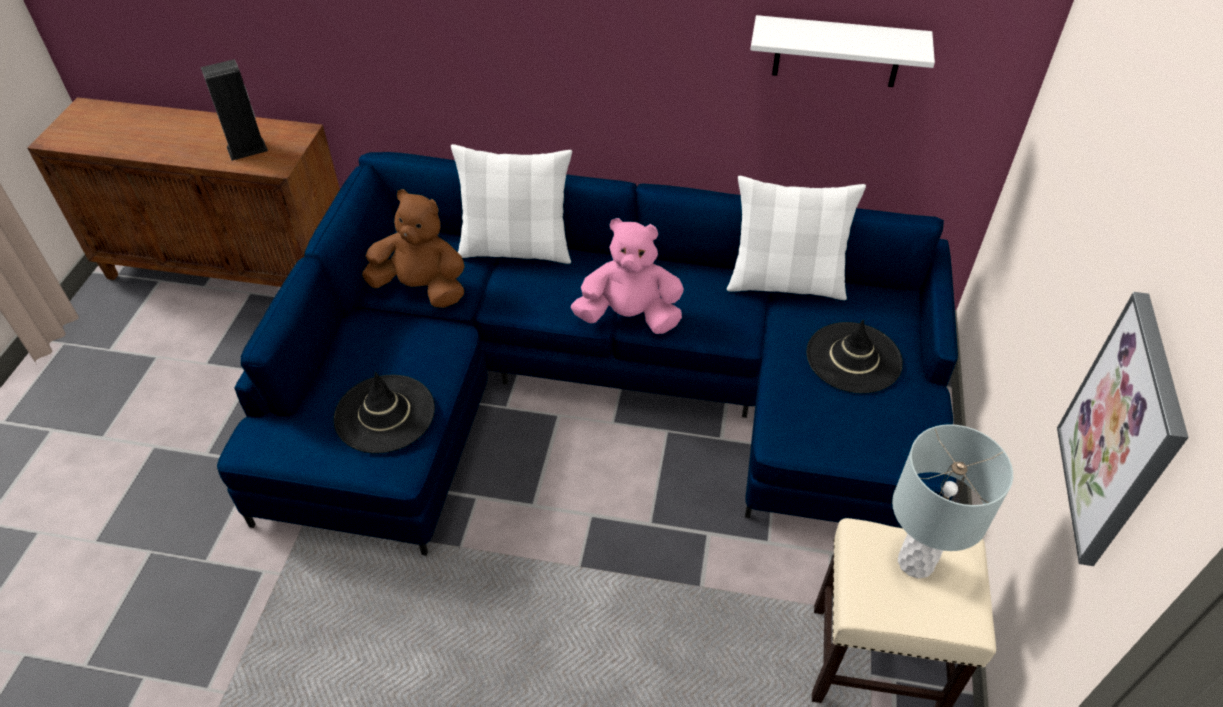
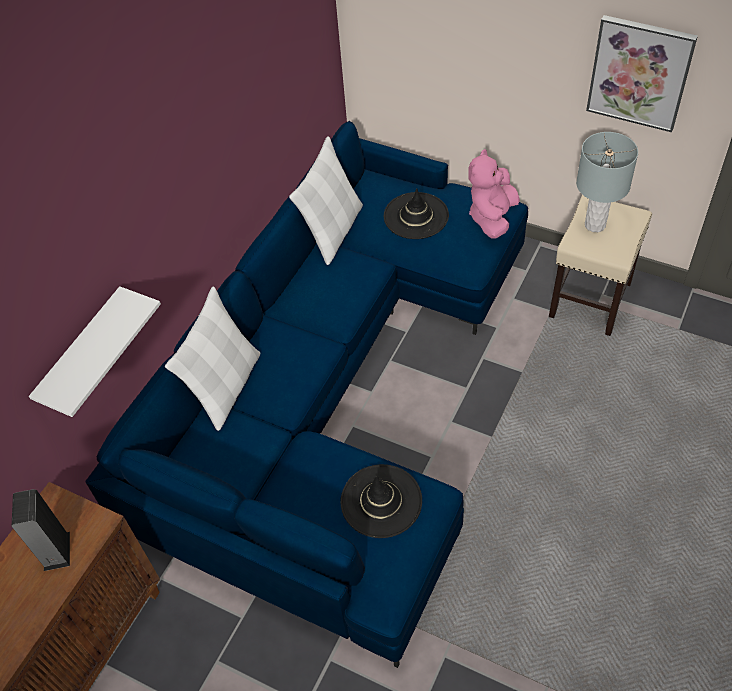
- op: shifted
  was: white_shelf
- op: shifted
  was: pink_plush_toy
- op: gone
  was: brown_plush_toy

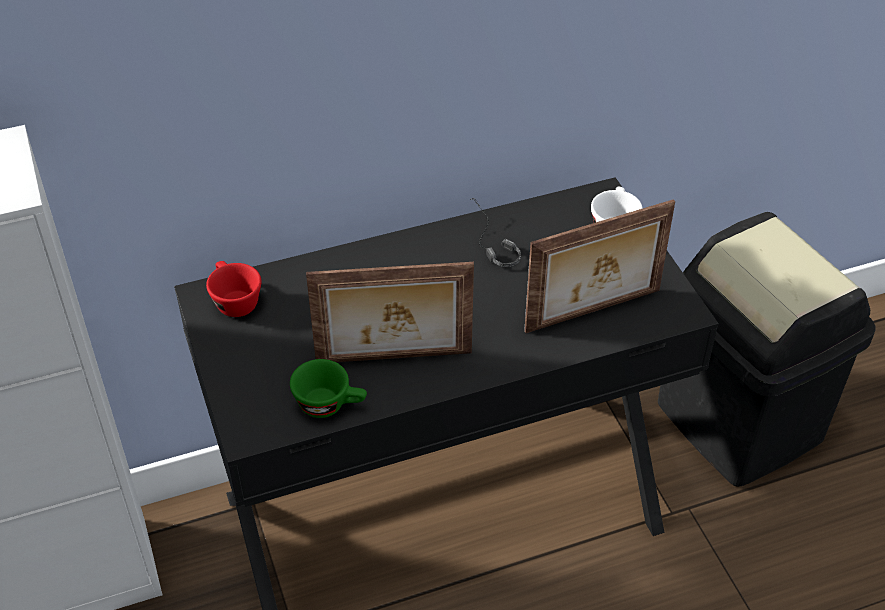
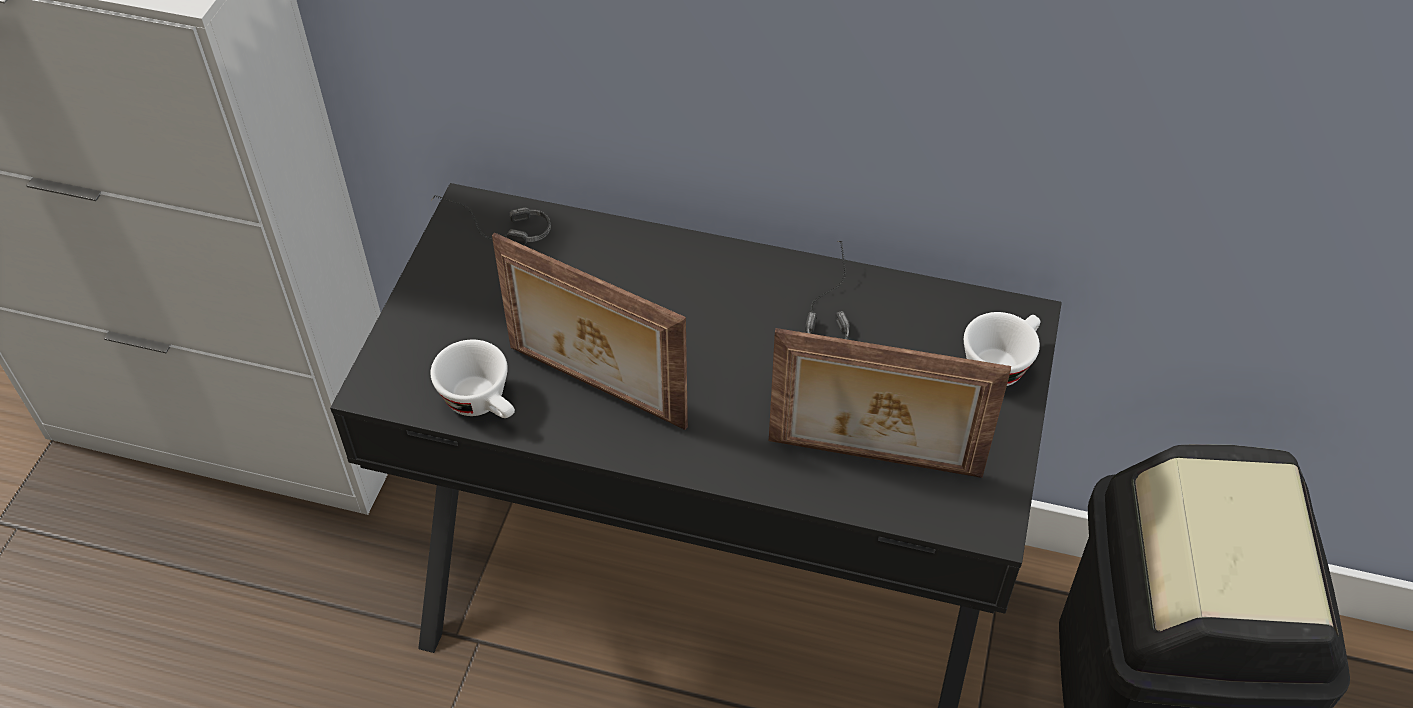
- op: swapped
  was: red_cup
  now: headphones (no. 1 from left)
- op: repainted
  was: green_cup
  now: white_cup (no. 1 from left)

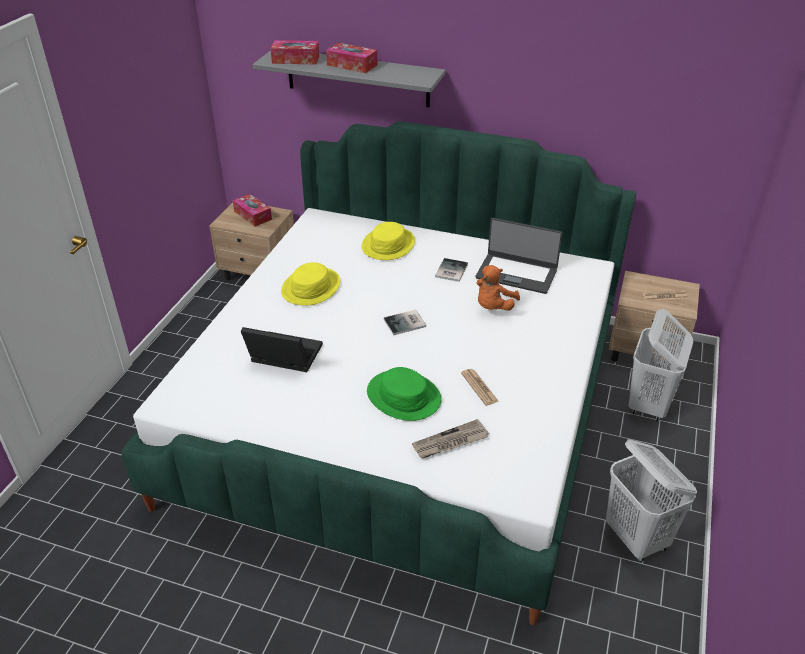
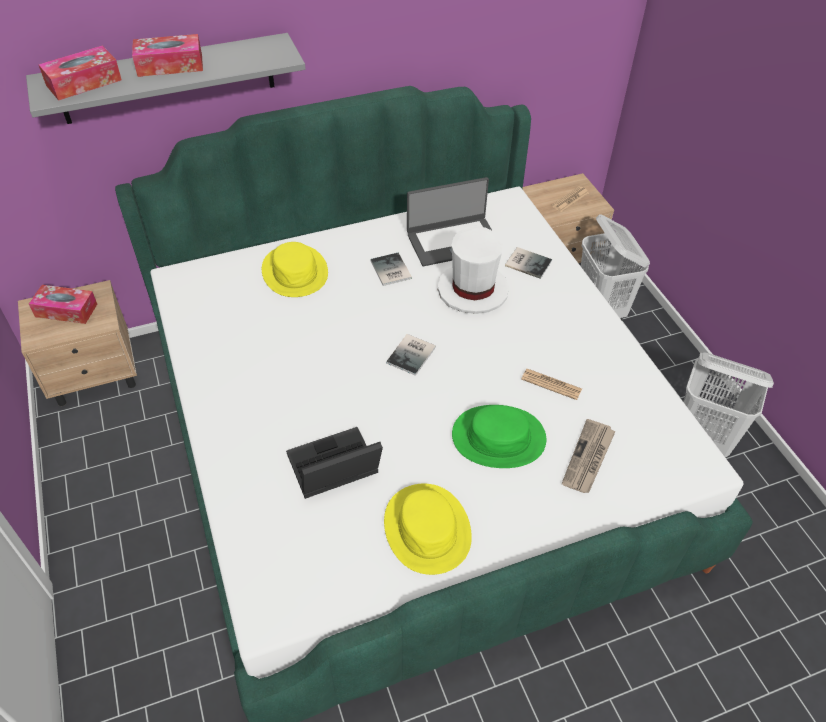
- op: shifted
  was: yellow_hat (no. 1 from left in the first image)
  now: yellow_hat (no. 2 from left)
- op: swapped
  was: orange_plush_toy
  now: white_hat
- op: new
  now: book (no. 3 from left)

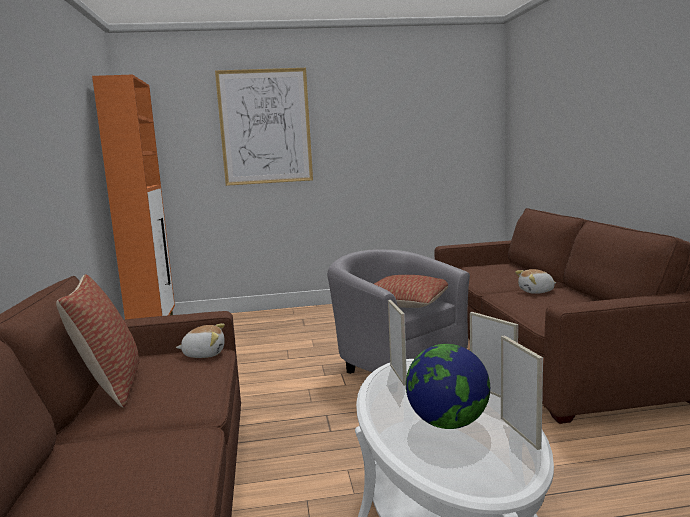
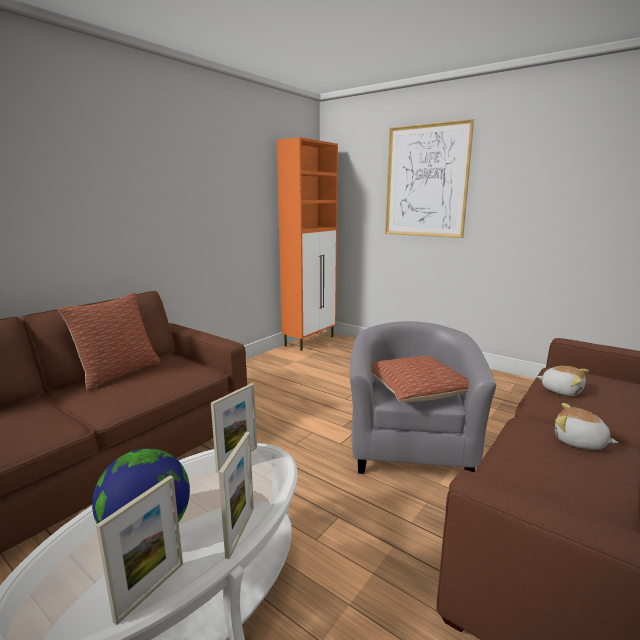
- op: shifted
  was: plush_toy (no. 1 from left)

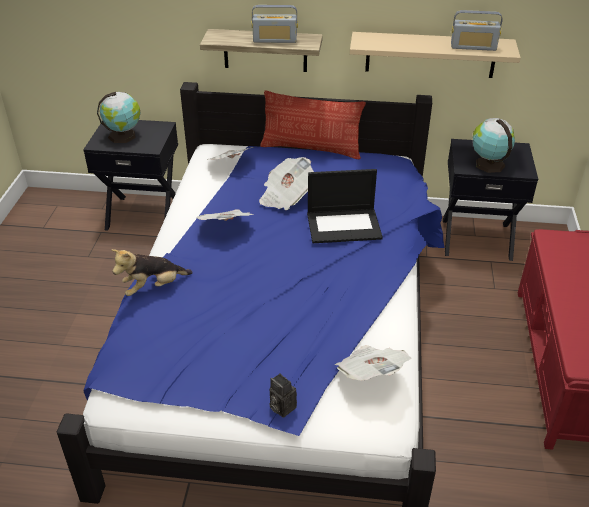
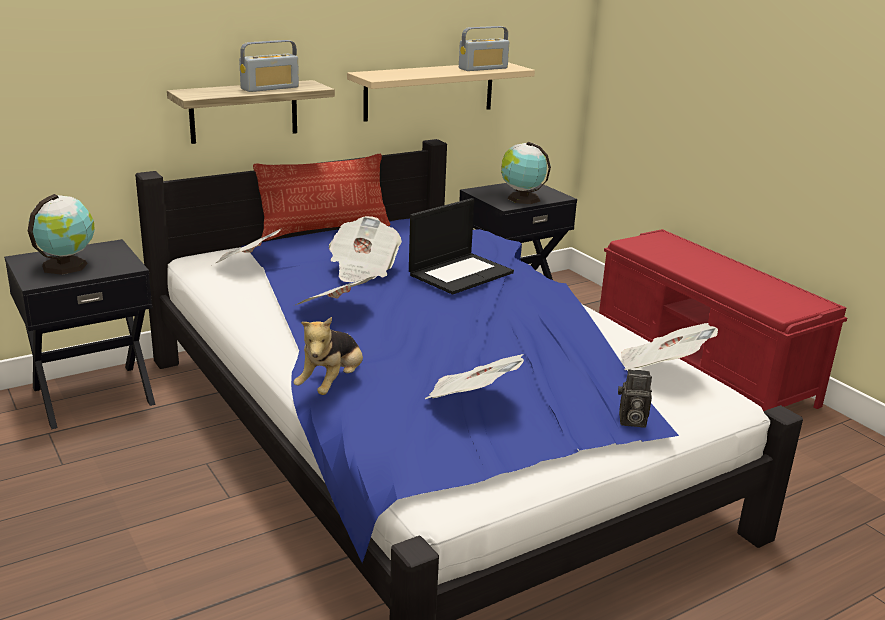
- op: new
  now: newspaper (no. 4 from left)

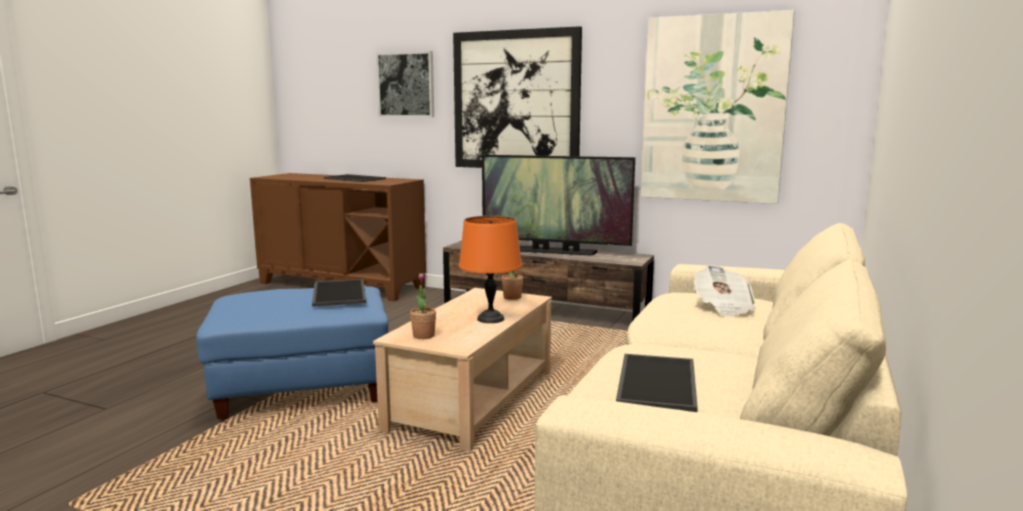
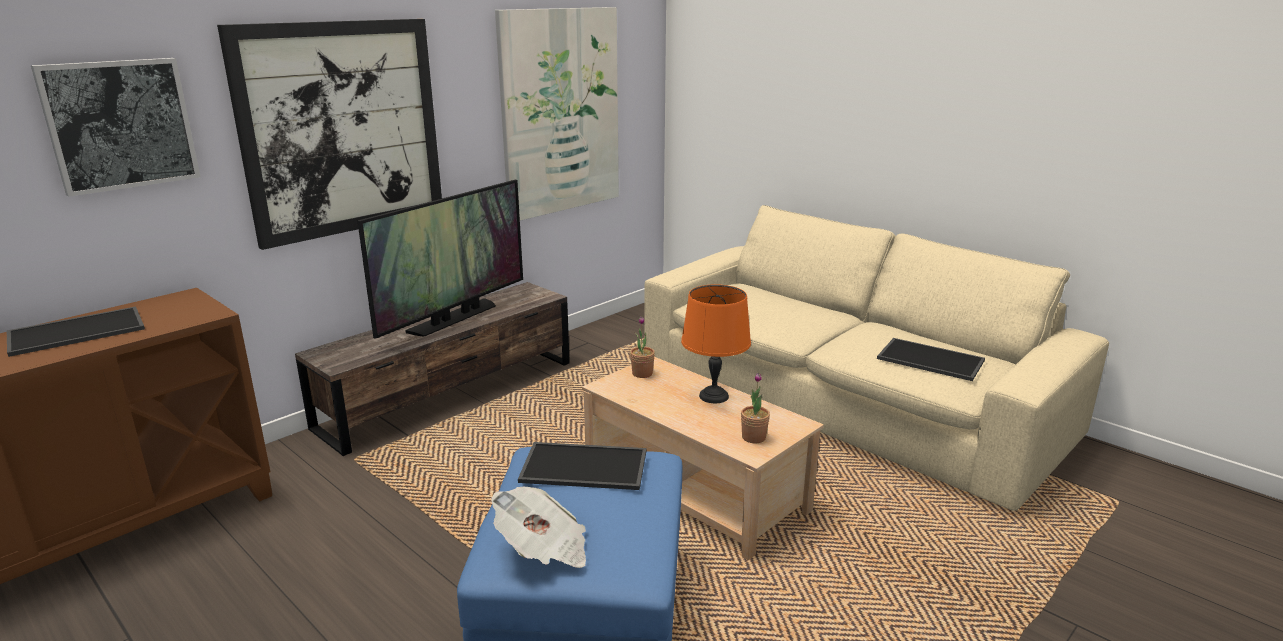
- op: shifted
  was: newspaper

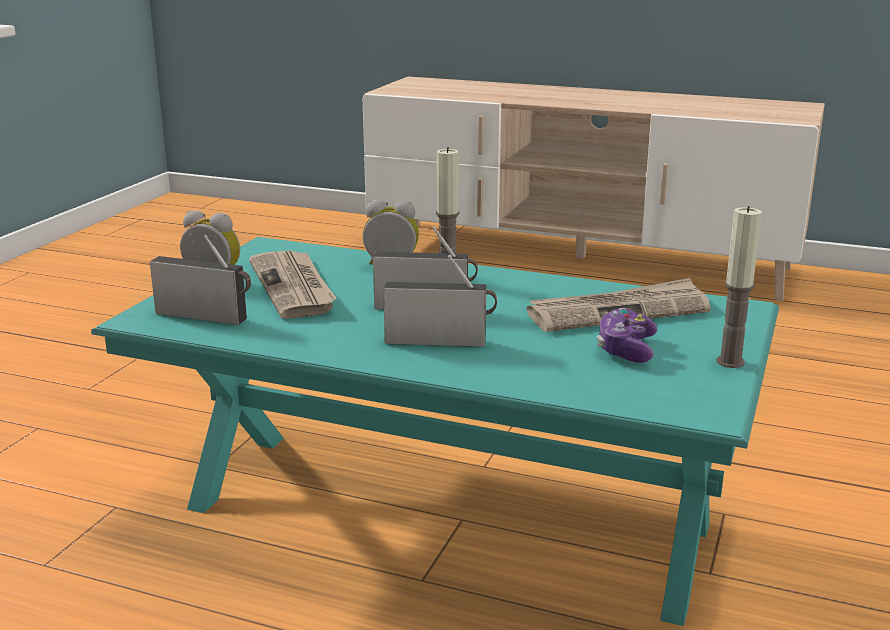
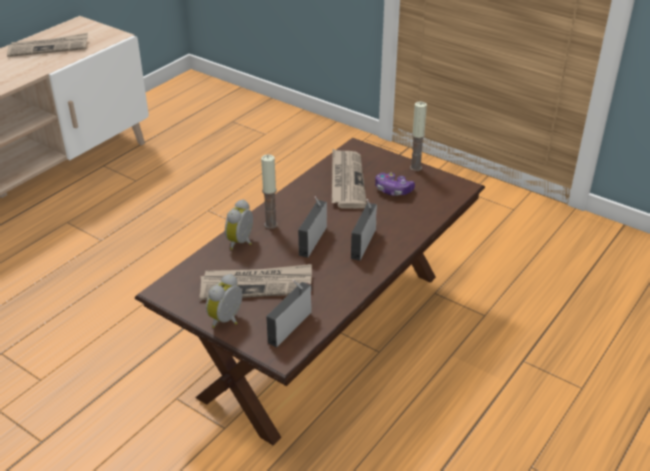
- op: new
  now: newspaper (no. 1 from left)
- op: repainted
  was: turquoise_coffee_table
  now: brown_coffee_table

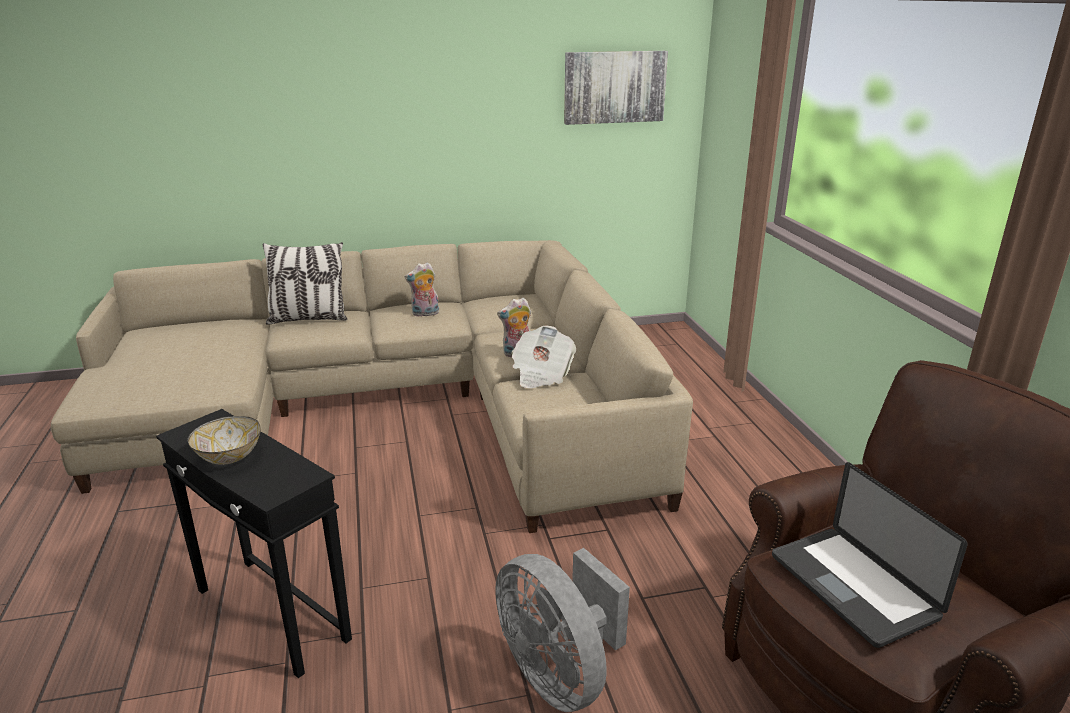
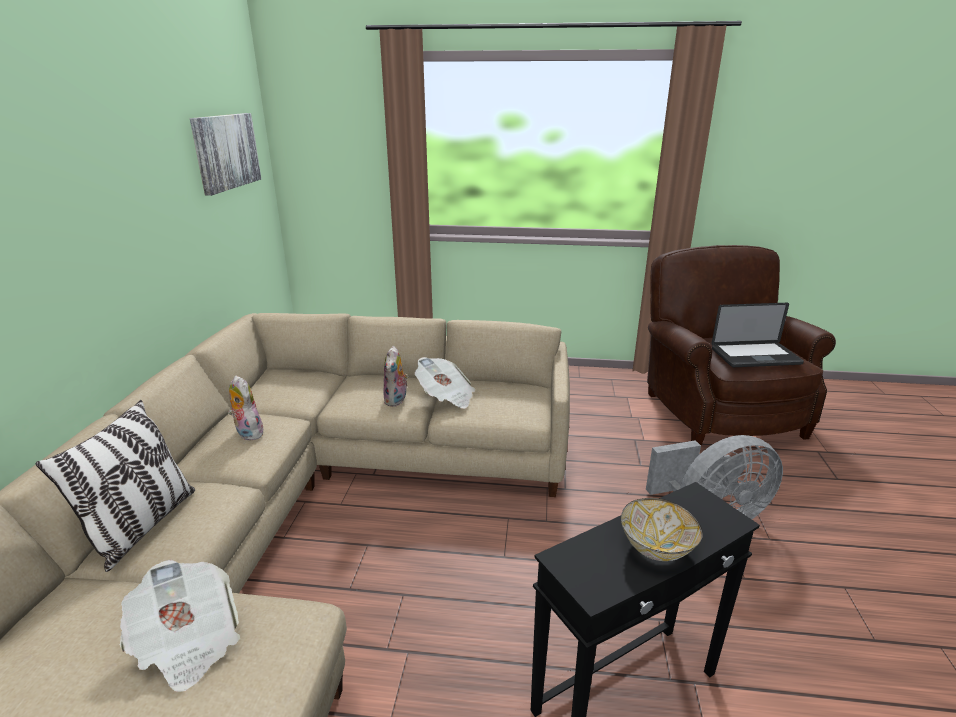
- op: new
  now: newspaper (no. 1 from left)
- op: rotated
  was: plush_toy (no. 1 from left)
  clockwise: 135

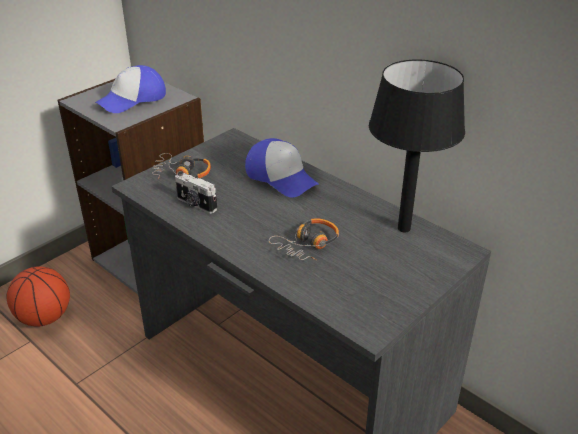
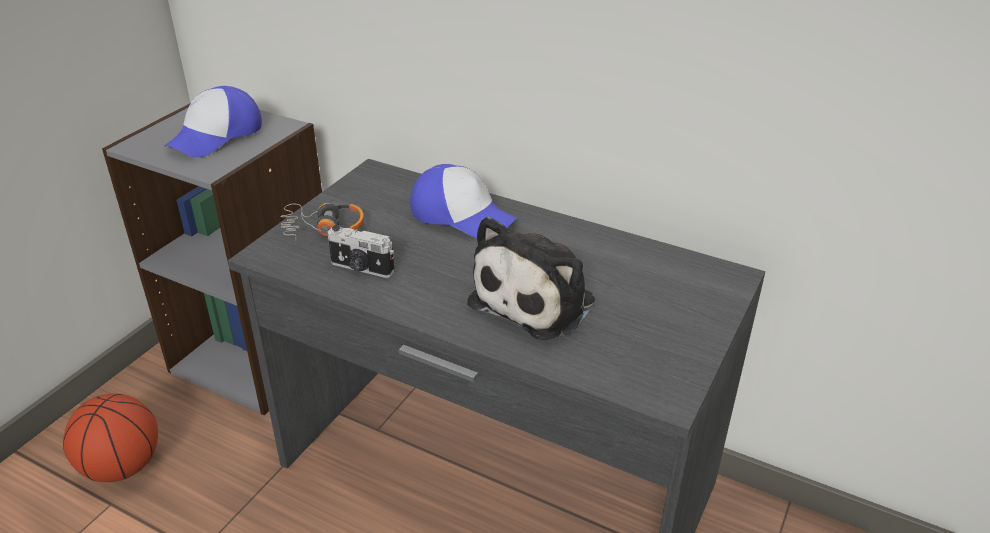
- op: swapped
  was: headphones (no. 2 from left)
  now: plush_toy
- op: gone
  was: black_table_lamp

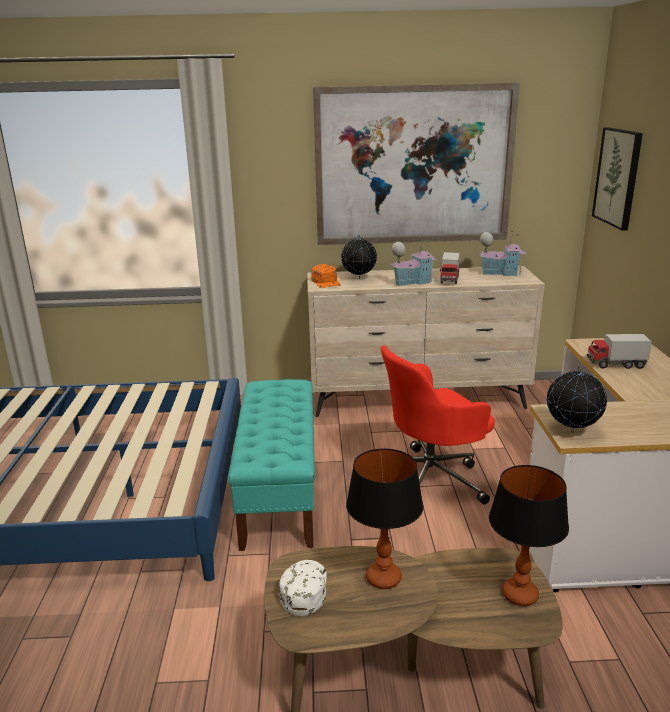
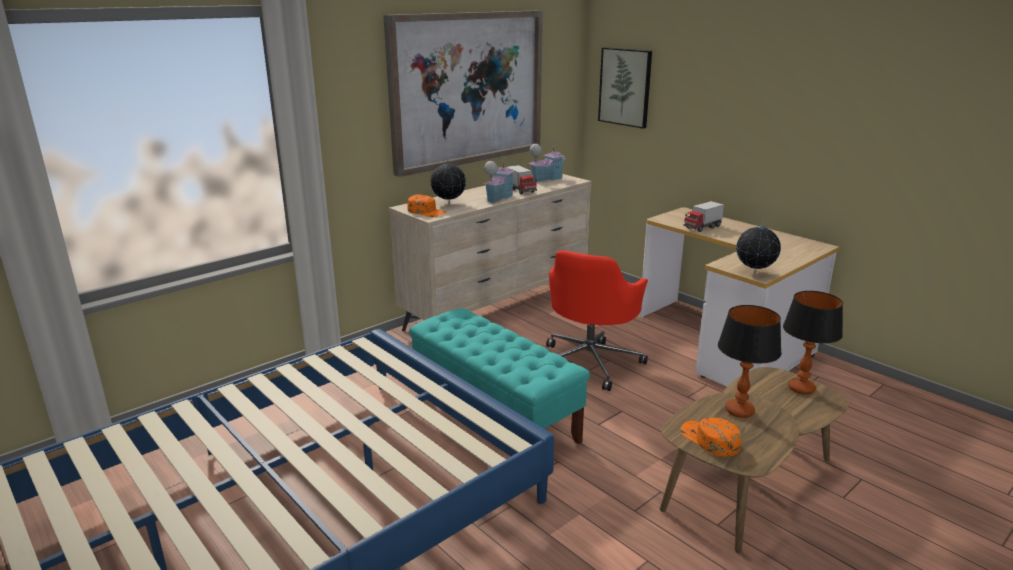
- op: repainted
  was: white_cap
  now: orange_cap (no. 2 from left)

